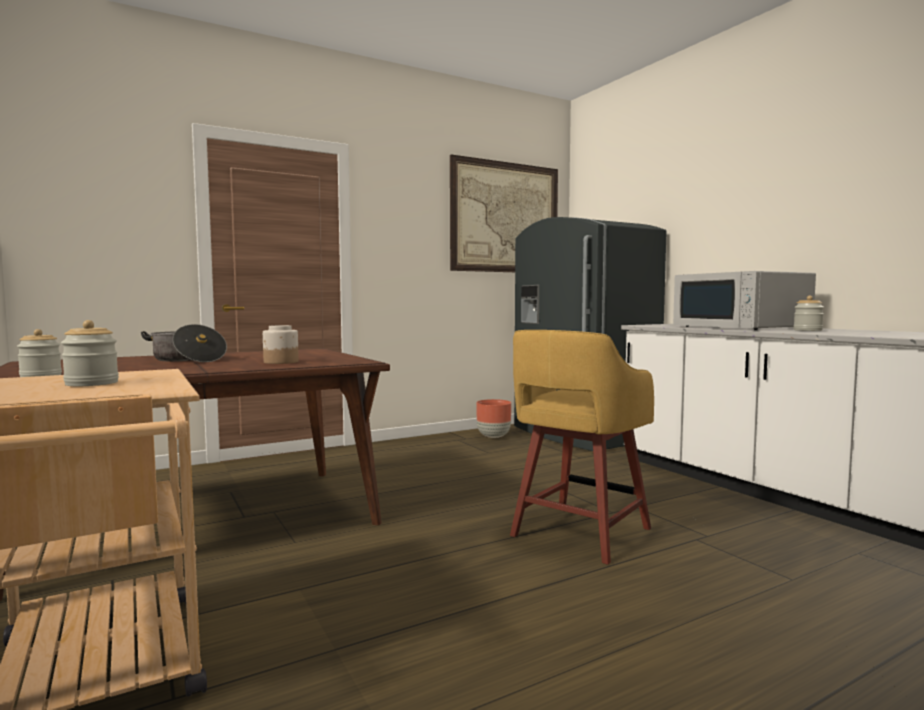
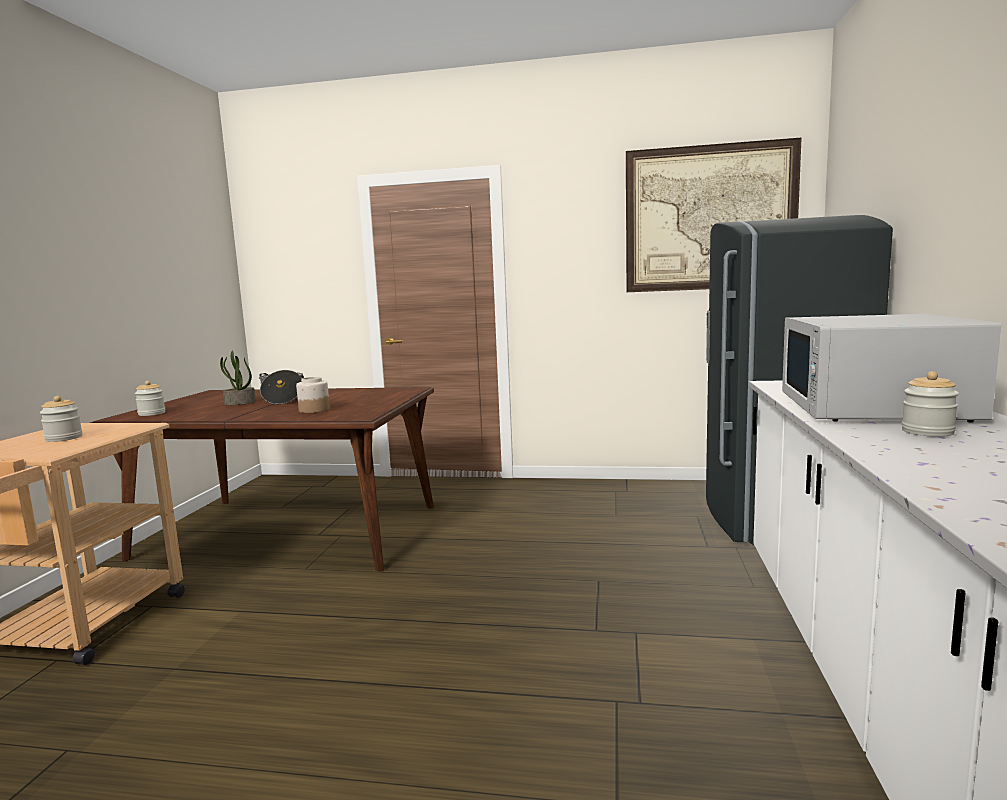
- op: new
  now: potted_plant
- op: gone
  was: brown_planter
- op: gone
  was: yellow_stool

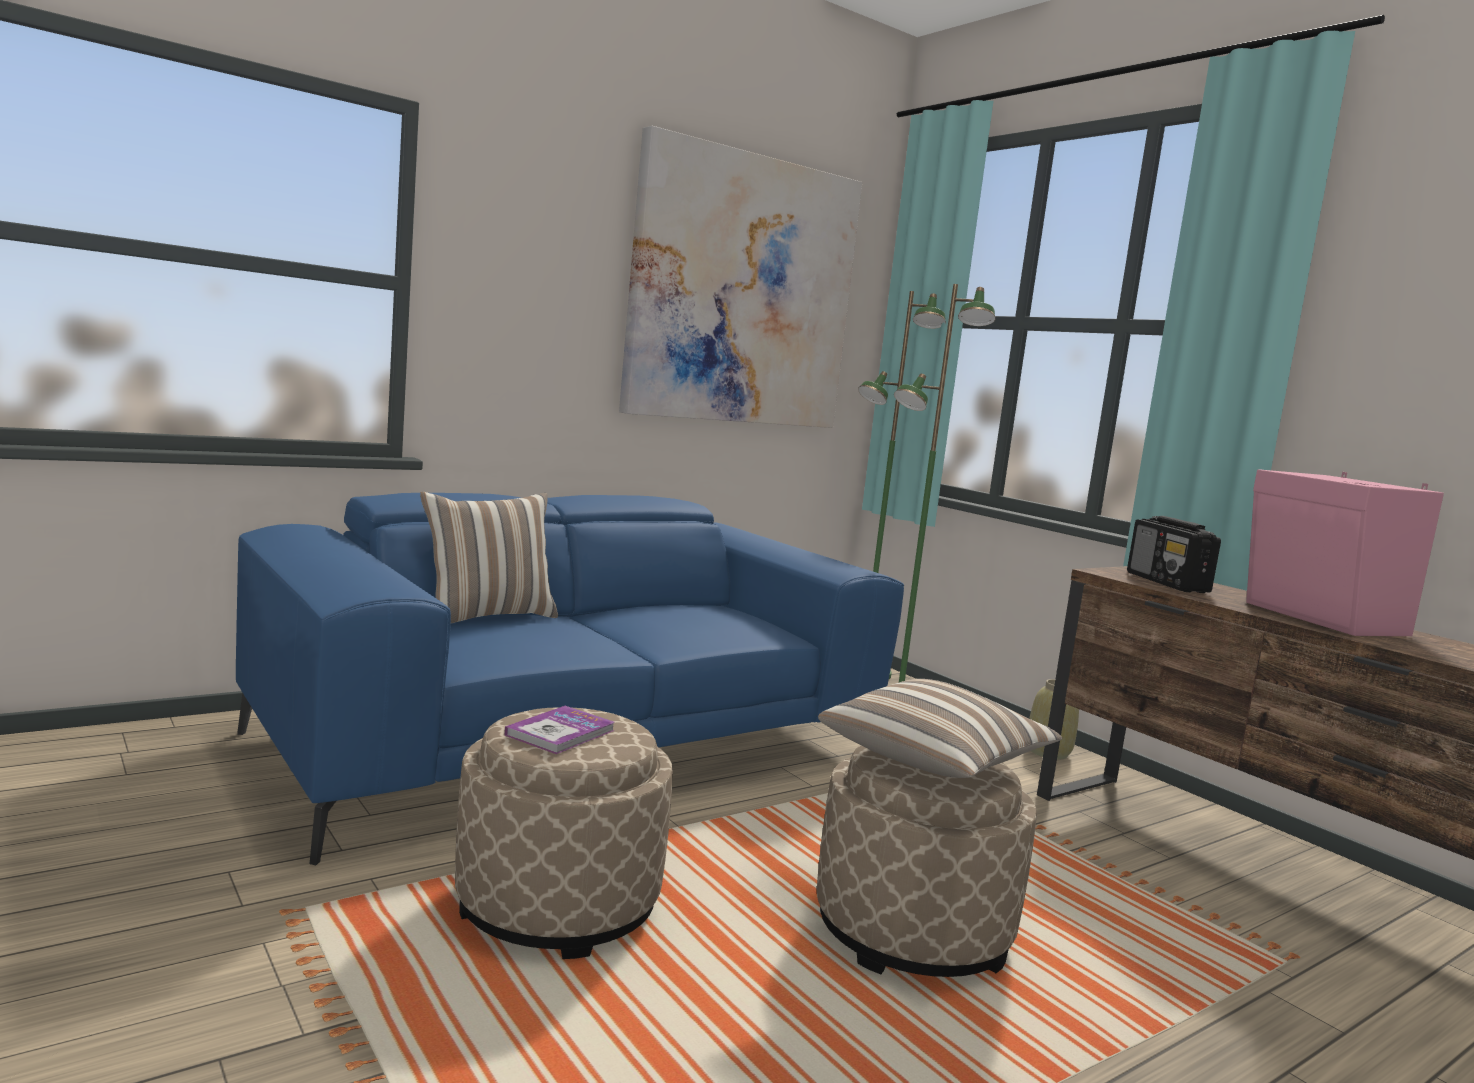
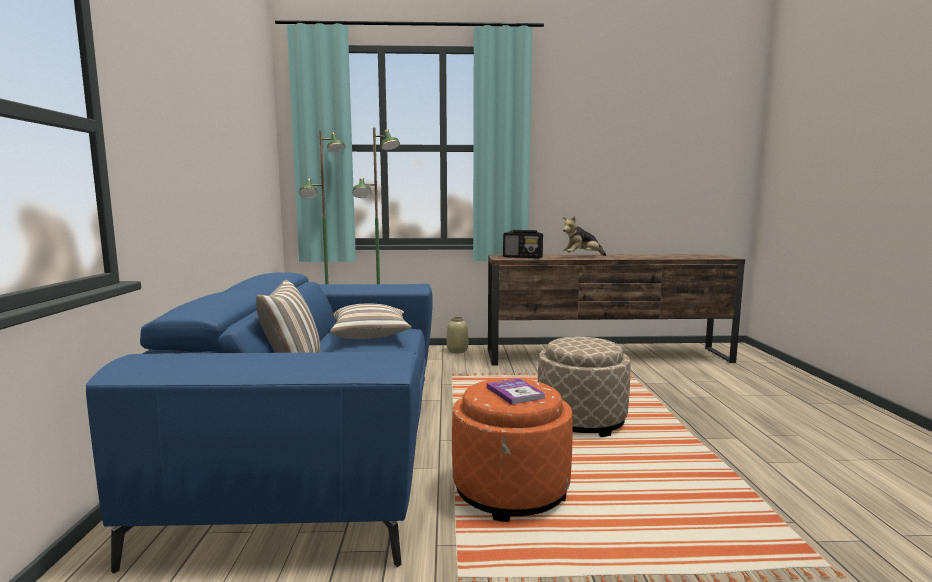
- op: shifted
  was: pillow (no. 2 from left)
- op: repainted
  was: beige_ottoman (no. 1 from left)
  now: orange_ottoman
- op: swapped
  was: pink_speaker
  now: plush_toy
- op: gone
  was: picture

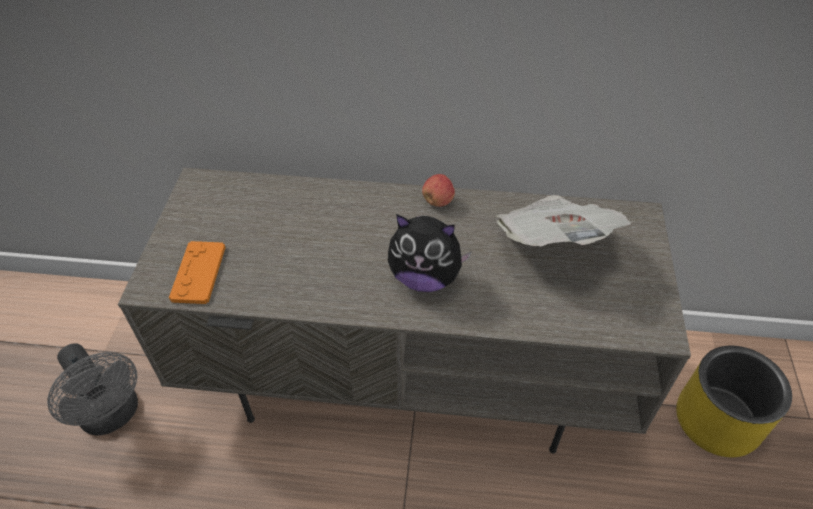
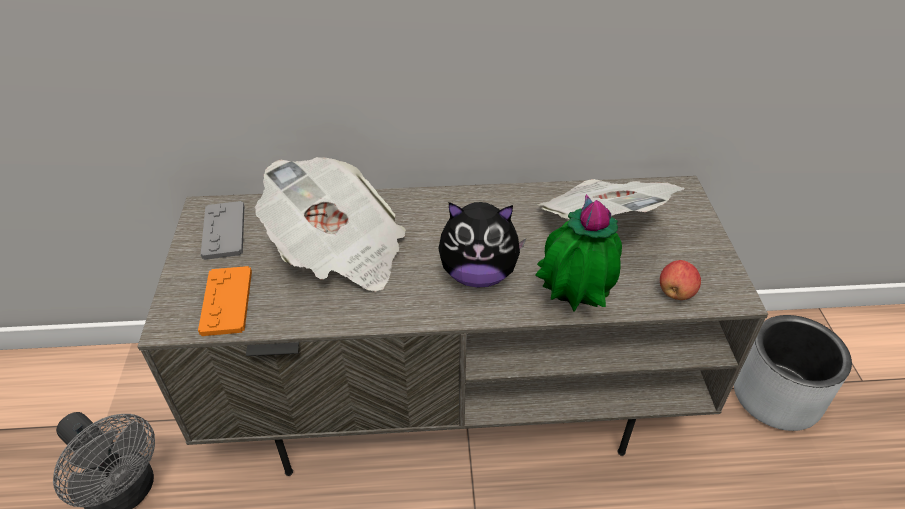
- op: new
  now: grey_game_controller
- op: new
  now: newspaper (no. 1 from left)
- op: new
  now: potted_plant
- op: shifted
  was: apple
- op: repainted
  was: yellow_planter
  now: grey_planter

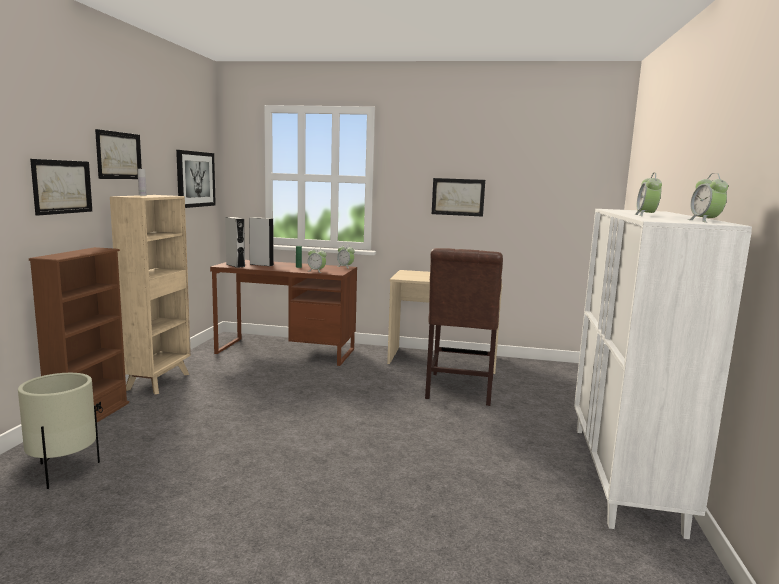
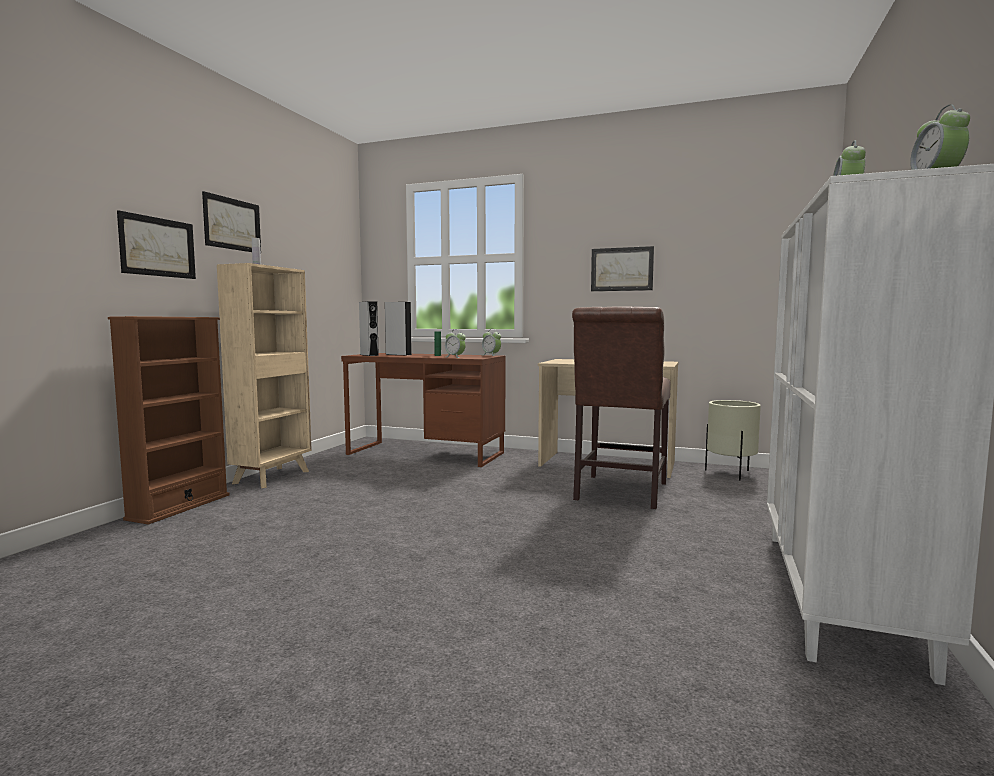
- op: shifted
  was: beige_planter
- op: gone
  was: picture (no. 3 from left)

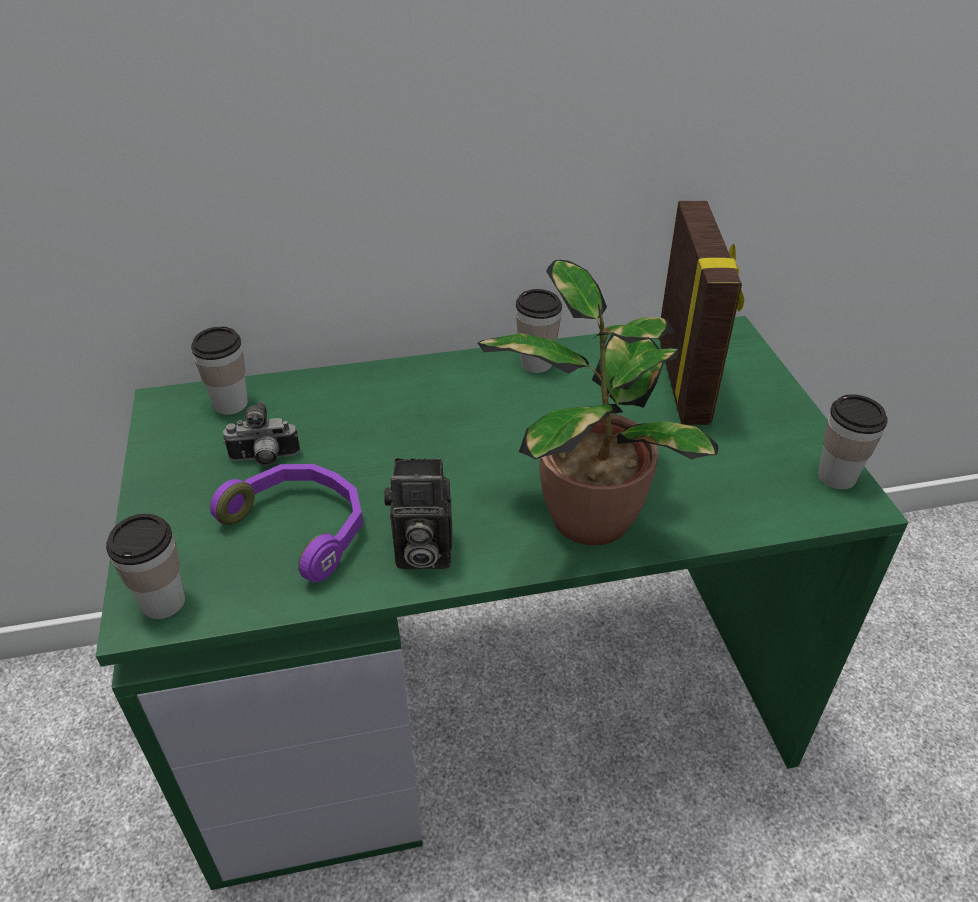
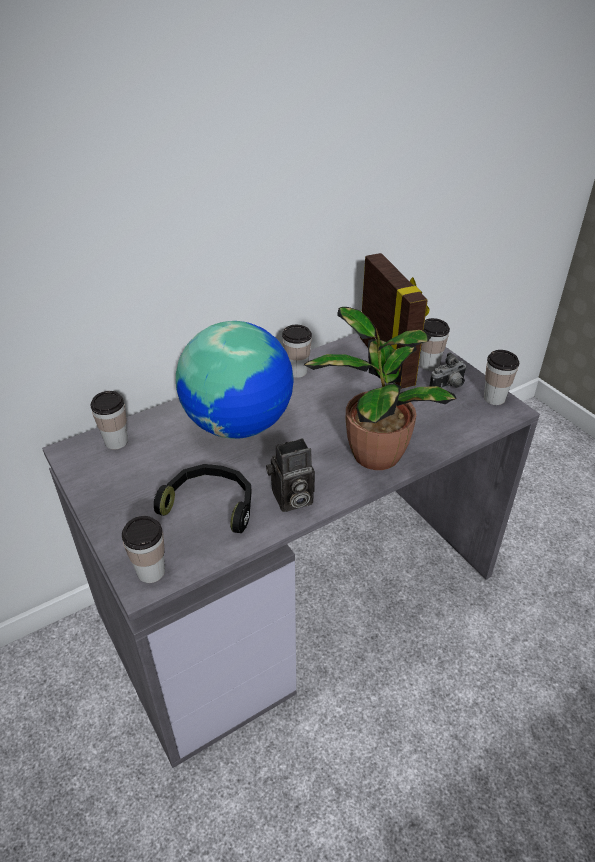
- op: repainted
  was: green_desk
  now: grey_desk
- op: repainted
  was: purple_headphones
  now: black_headphones
- op: new
  now: globe
- op: new
  now: cup (no. 4 from left)
- op: shifted
  was: photo_camera (no. 1 from left in the first image)
  now: photo_camera (no. 2 from left)

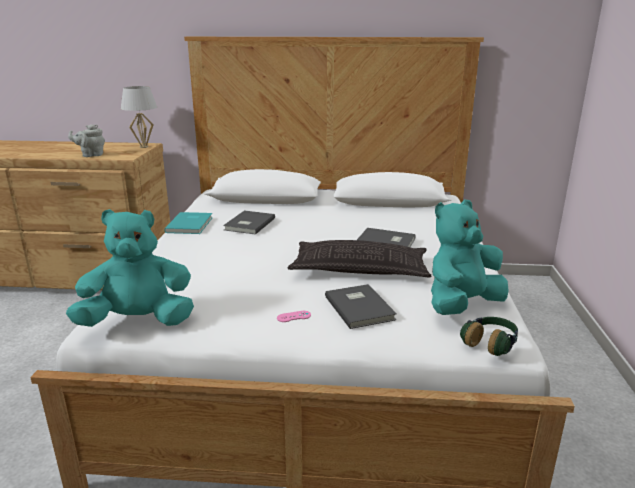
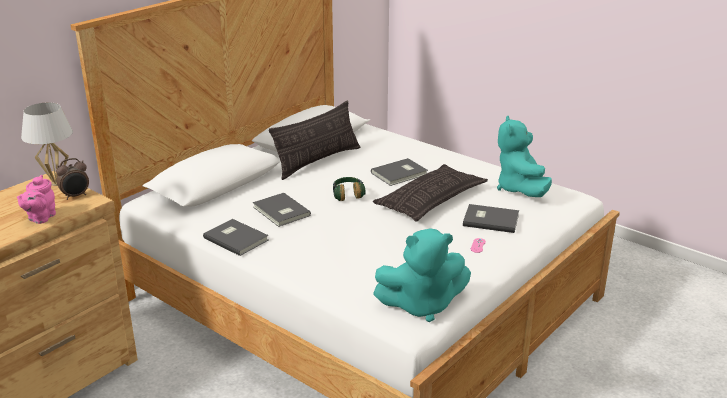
- op: repainted
  was: grey_teapot
  now: pink_teapot
- op: new
  now: alarm_clock
- op: repainted
  was: turquoise_book
  now: grey_book (no. 1 from left)
- op: new
  now: pillow (no. 1 from left)
- op: shifted
  was: headphones
- op: rotated
  was: turquoise_plush_toy (no. 1 from left)
  clockwise: -120

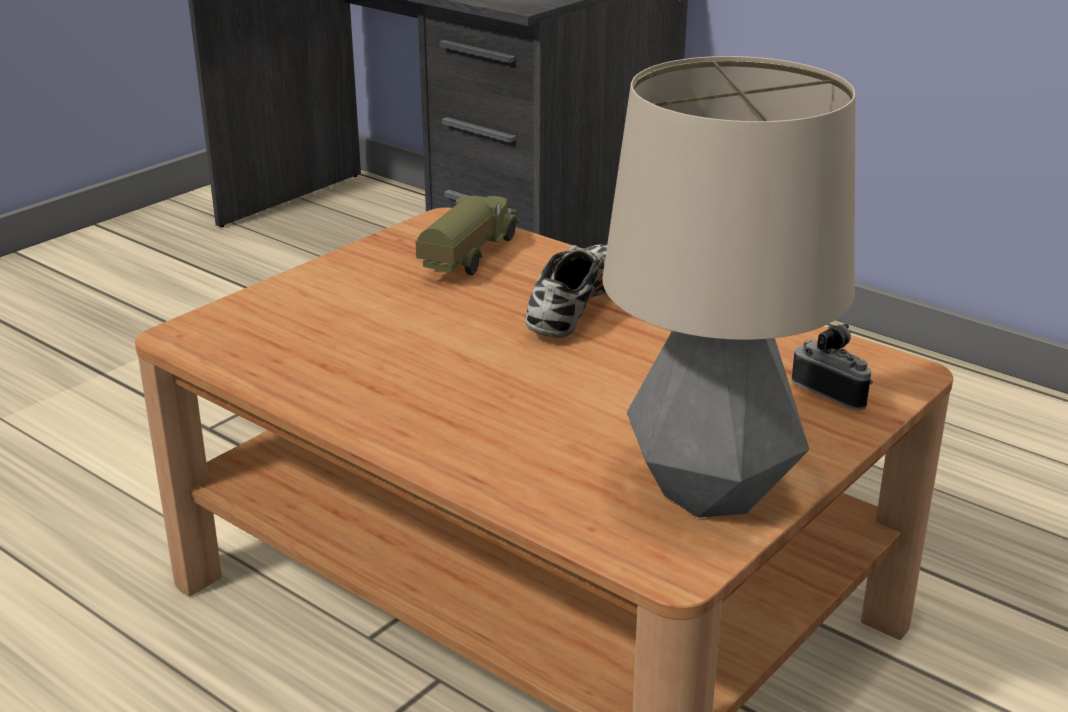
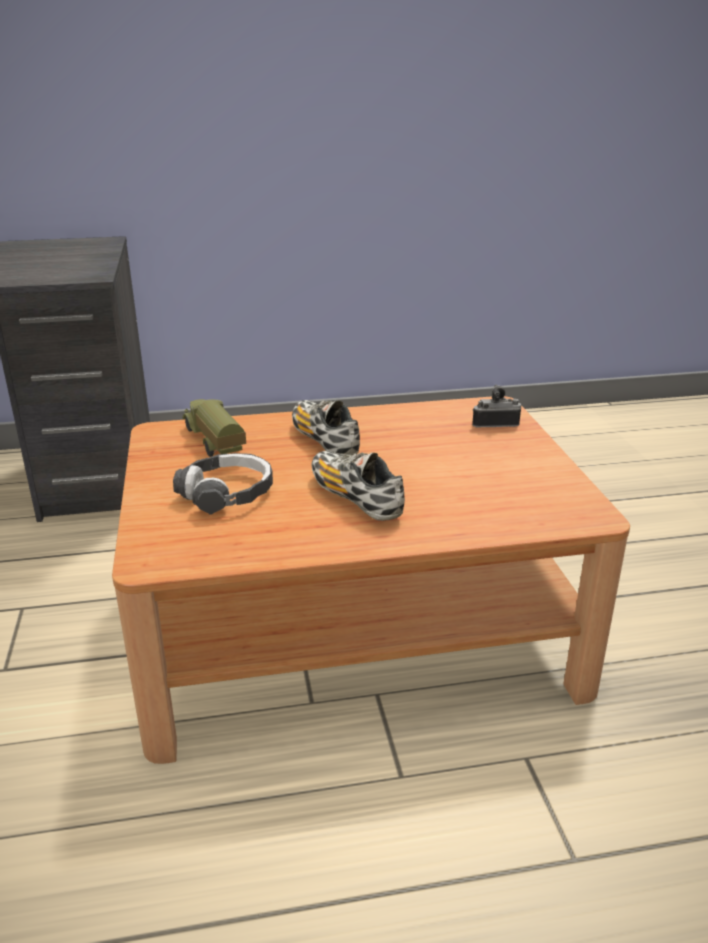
- op: new
  now: headphones
- op: new
  now: shoe (no. 2 from left)
- op: gone
  was: table_lamp

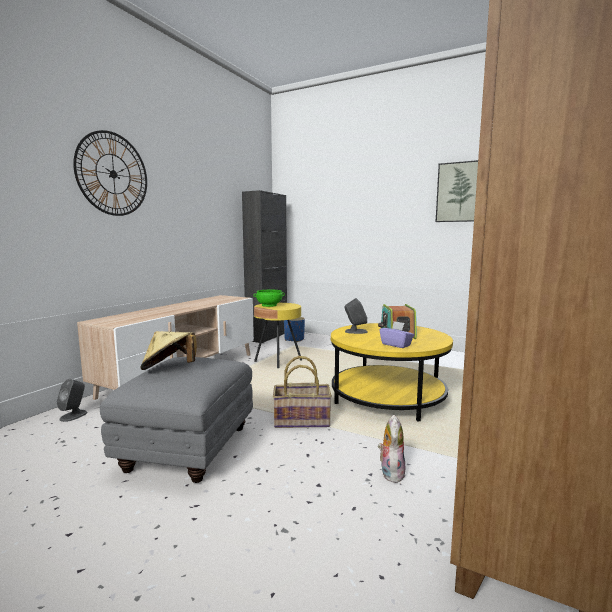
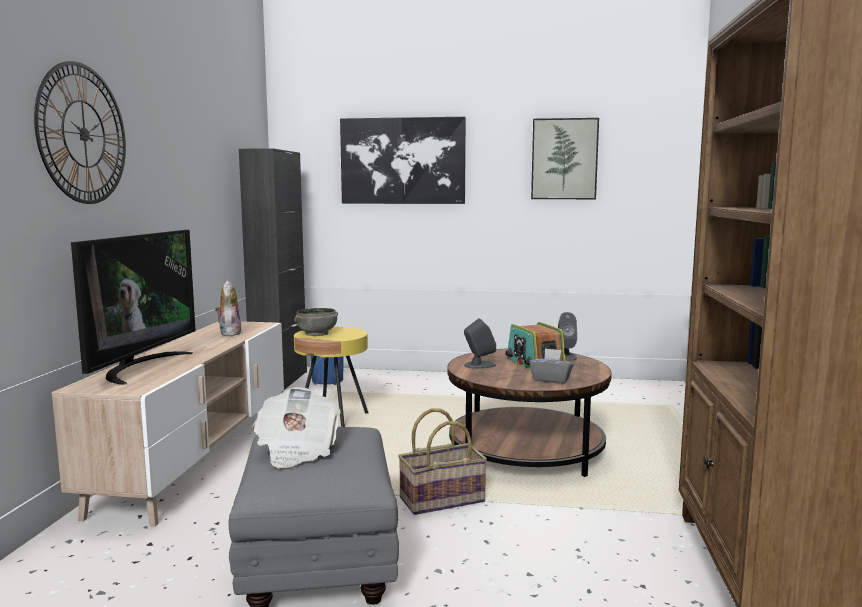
- op: new
  now: television
- op: shifted
  was: plush_toy
- op: swapped
  was: beige_hat
  now: newspaper
- op: repainted
  was: green_bowl
  now: grey_bowl
- op: new
  now: picture (no. 1 from left)
- op: repainted
  was: yellow_coffee_table
  now: brown_coffee_table
- op: repainted
  was: purple_tissue_box
  now: grey_tissue_box
- op: shifted
  was: grey_speaker (no. 1 from left in the first image)
  now: grey_speaker (no. 2 from left)

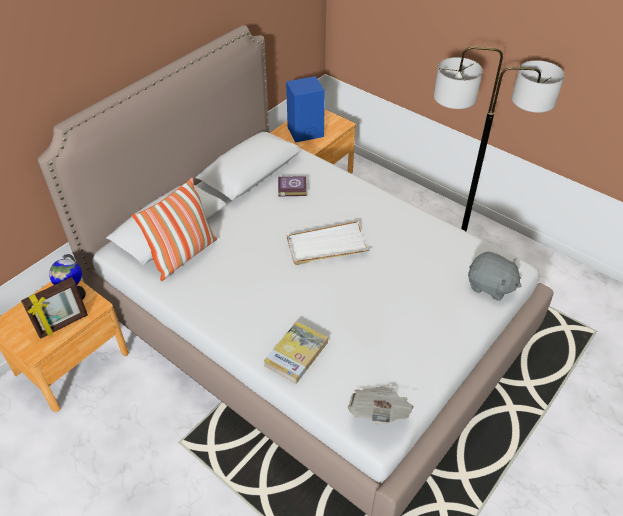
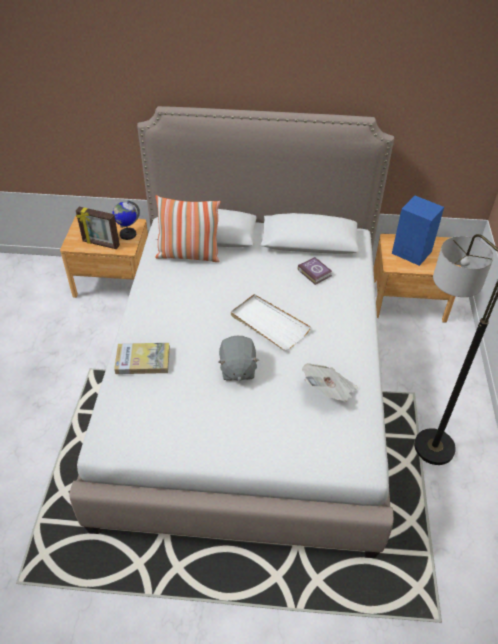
- op: shifted
  was: grey_plush_toy
- op: shifted
  was: newspaper

